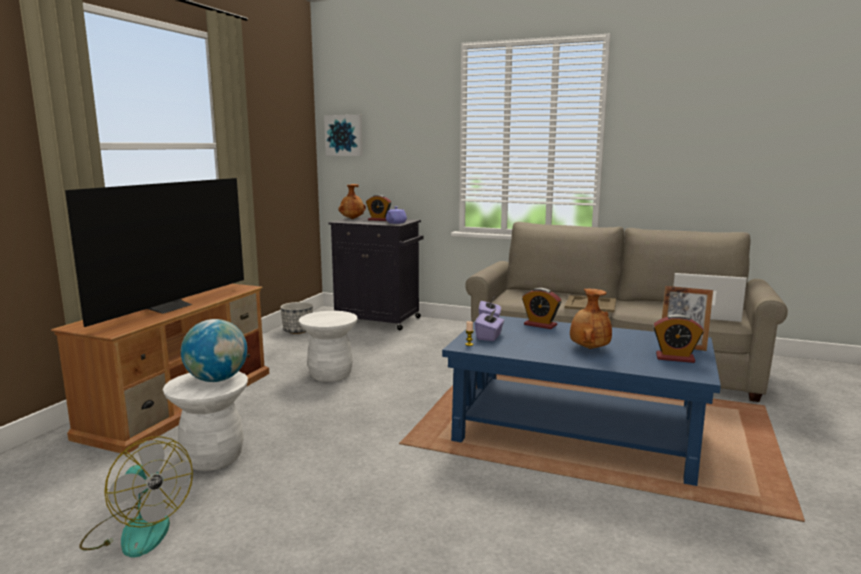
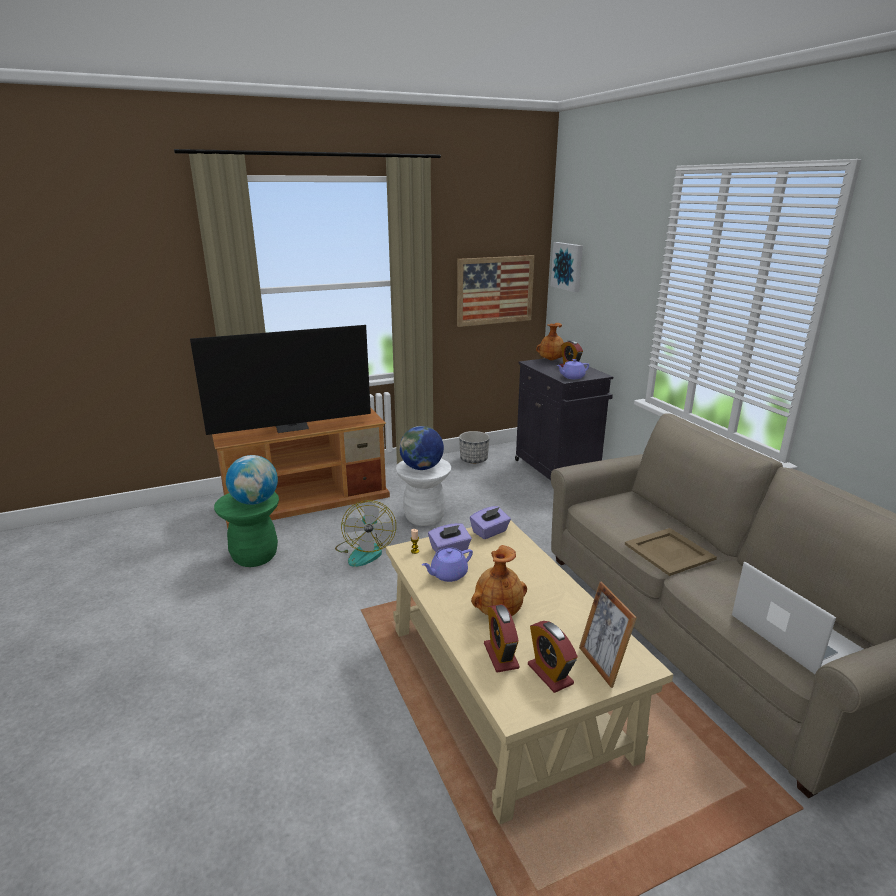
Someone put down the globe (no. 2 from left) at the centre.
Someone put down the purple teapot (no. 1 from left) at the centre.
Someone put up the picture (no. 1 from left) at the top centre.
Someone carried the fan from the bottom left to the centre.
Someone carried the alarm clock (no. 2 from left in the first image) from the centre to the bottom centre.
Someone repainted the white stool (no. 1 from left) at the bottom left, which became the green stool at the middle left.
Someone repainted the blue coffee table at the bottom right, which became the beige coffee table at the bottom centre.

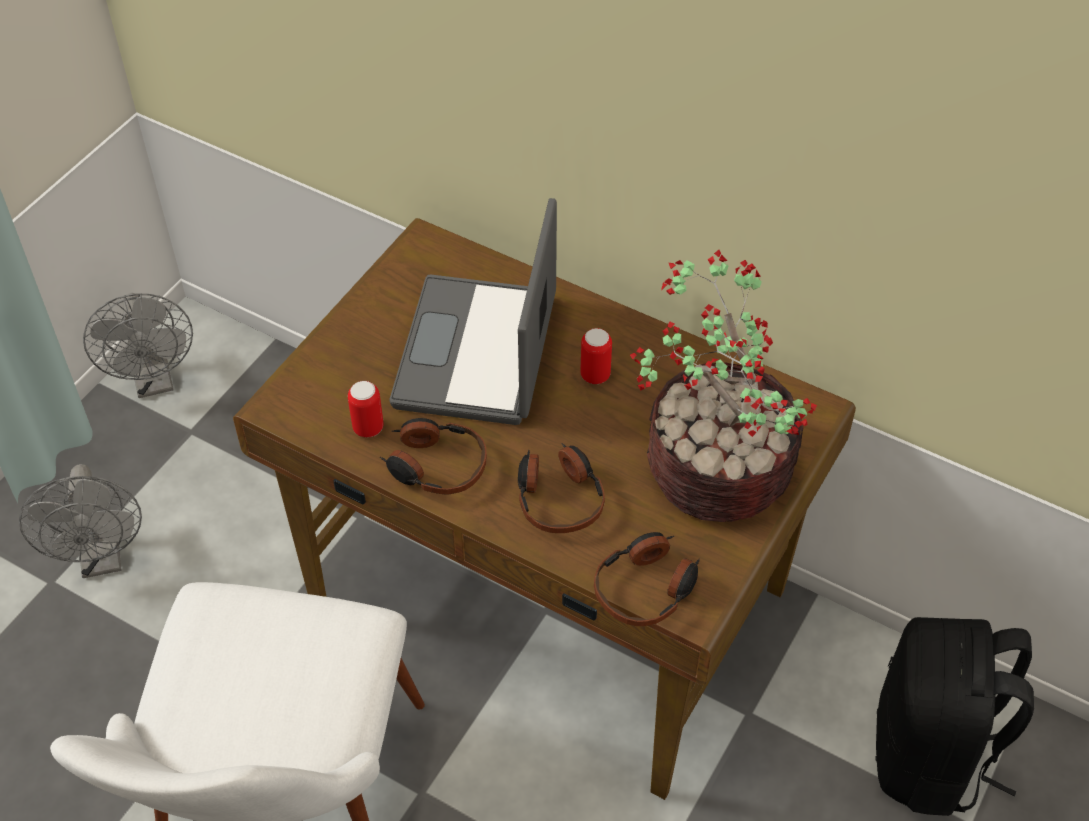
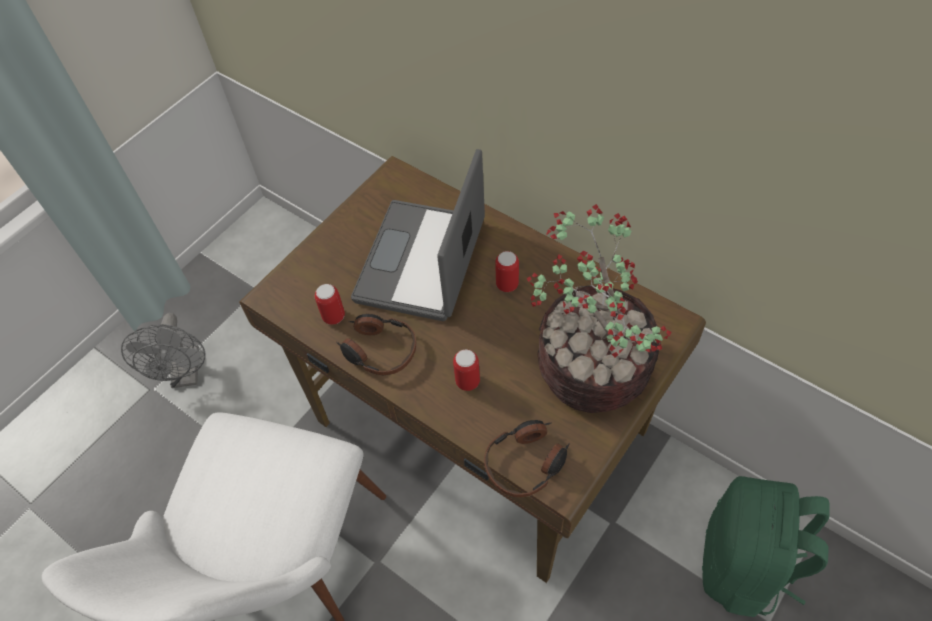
Someone took away the grey fan (no. 2 from left) at the middle left.
Someone swapped the headphones (no. 2 from left) at the centre for the can (no. 2 from left) at the centre.
Someone repainted the black backpack at the bottom right, which became the green backpack at the bottom right.

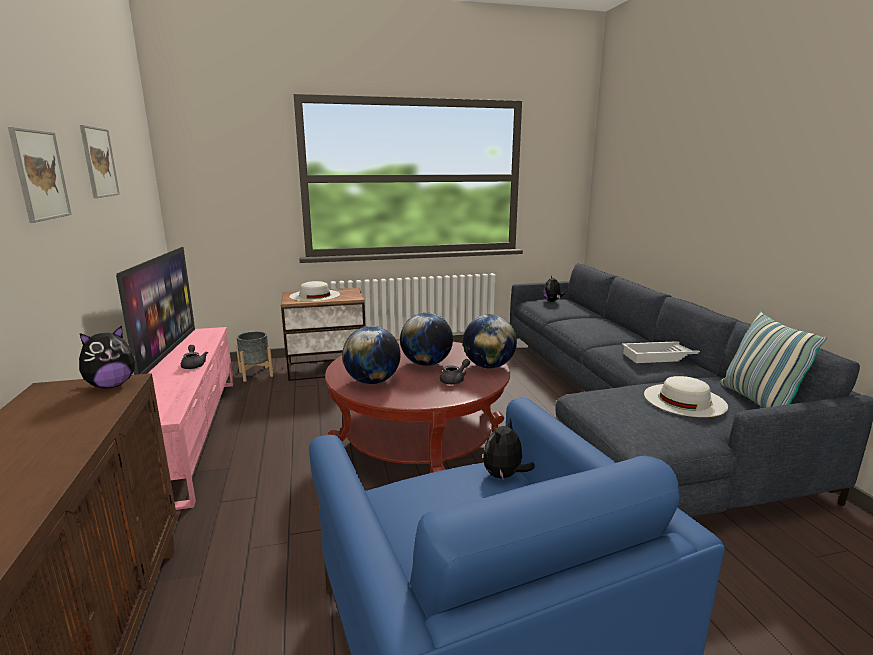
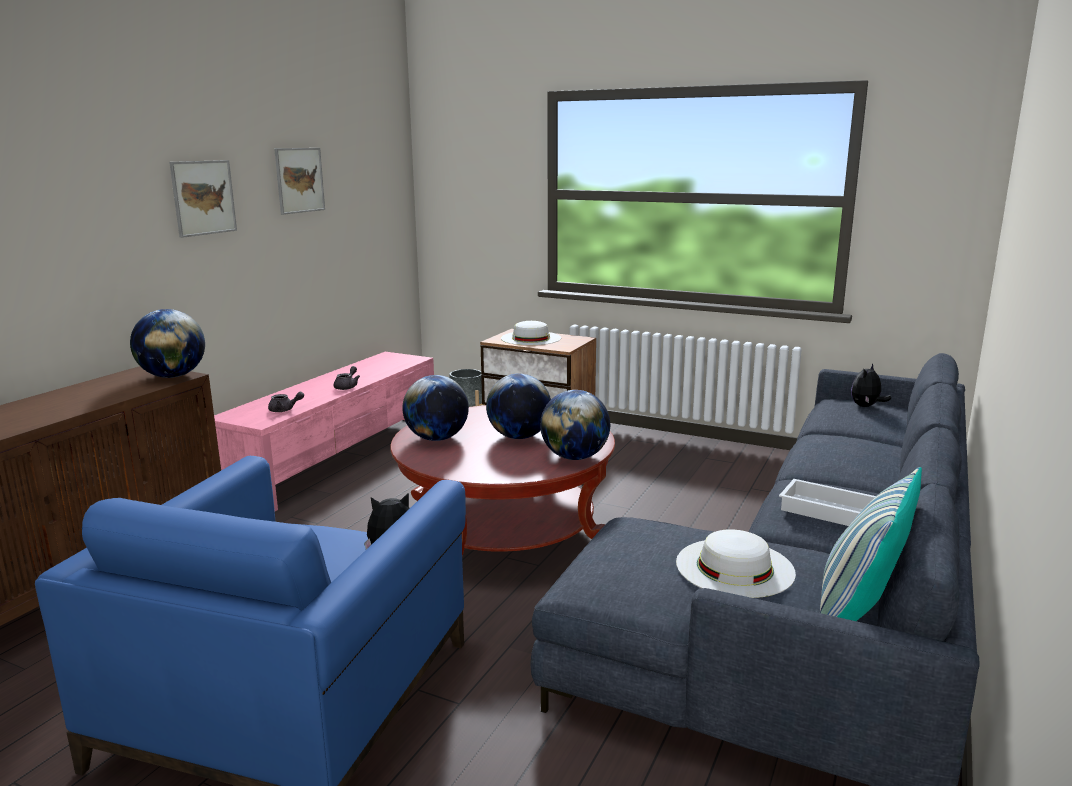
Someone took away the television at the middle left.
Someone carried the grey teapot (no. 2 from left in the first image) from the centre to the middle left.
Someone swapped the plush toy (no. 1 from left) at the middle left for the globe (no. 1 from left) at the middle left.

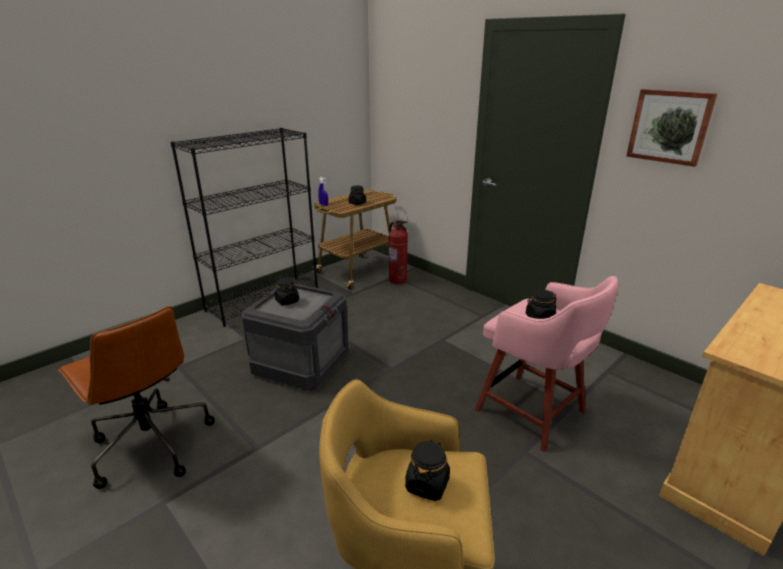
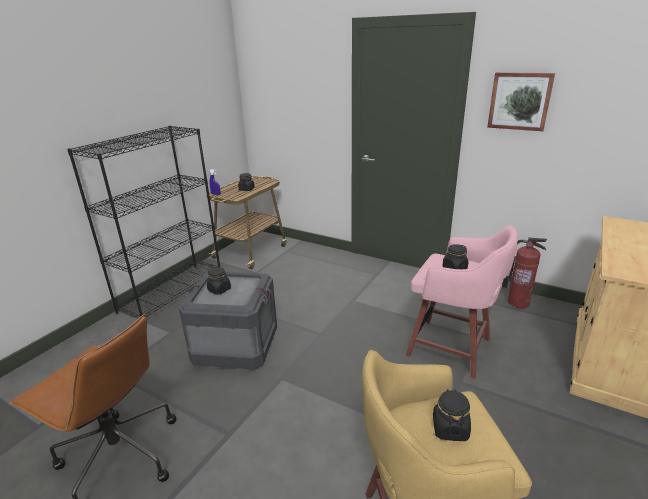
Someone carried the fire extinguisher from the centre to the middle right.

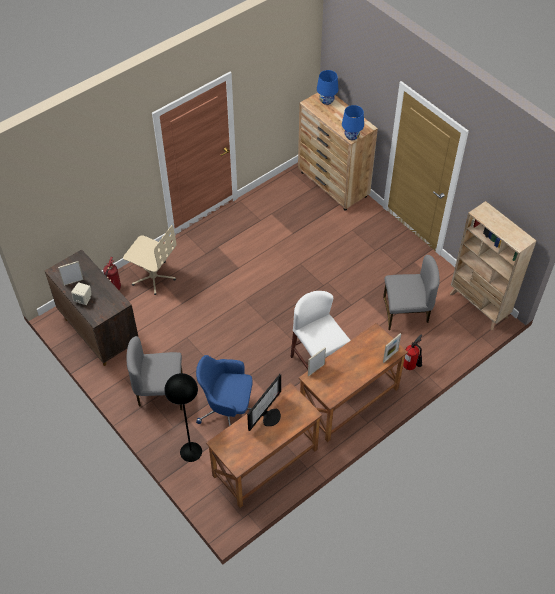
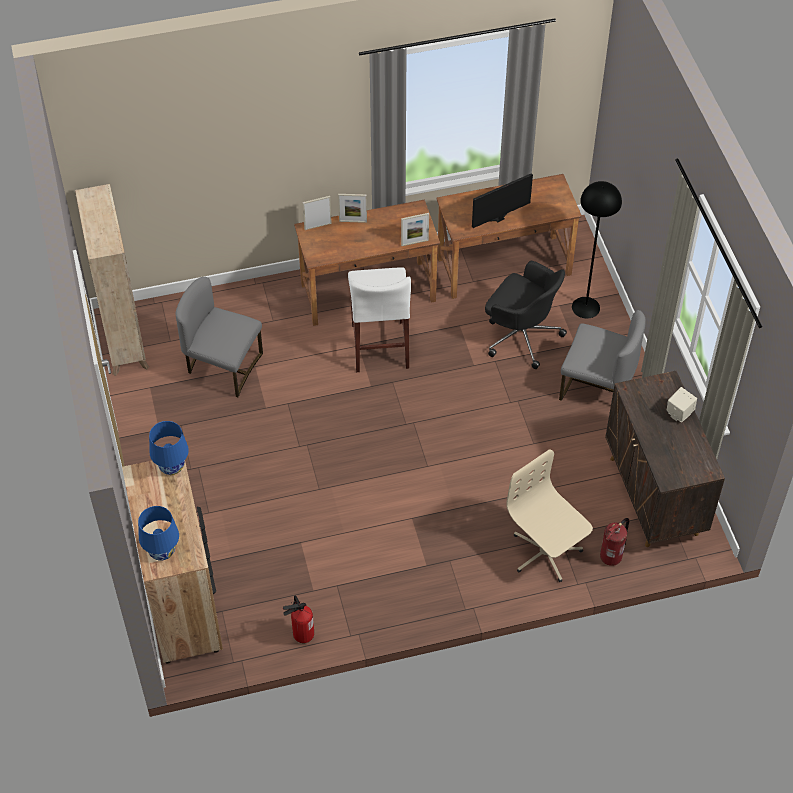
Someone carried the picture frame (no. 1 from left in the first image) from the middle left to the top centre.
Someone carried the fire extinguisher (no. 2 from left in the first image) from the middle right to the bottom centre.
Someone repainted the blue office chair at the centre, which became the black office chair at the centre.

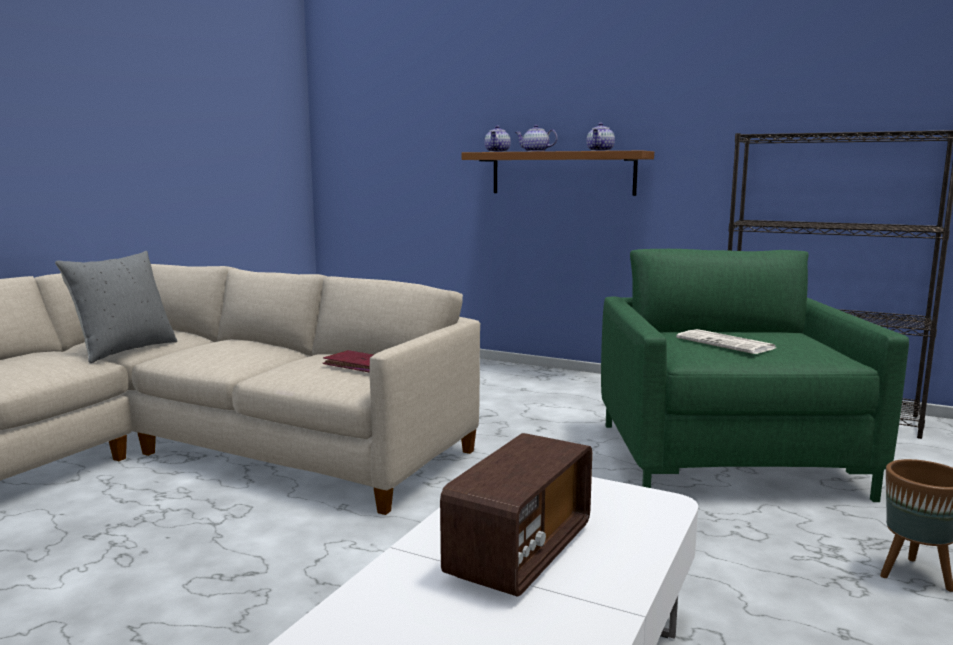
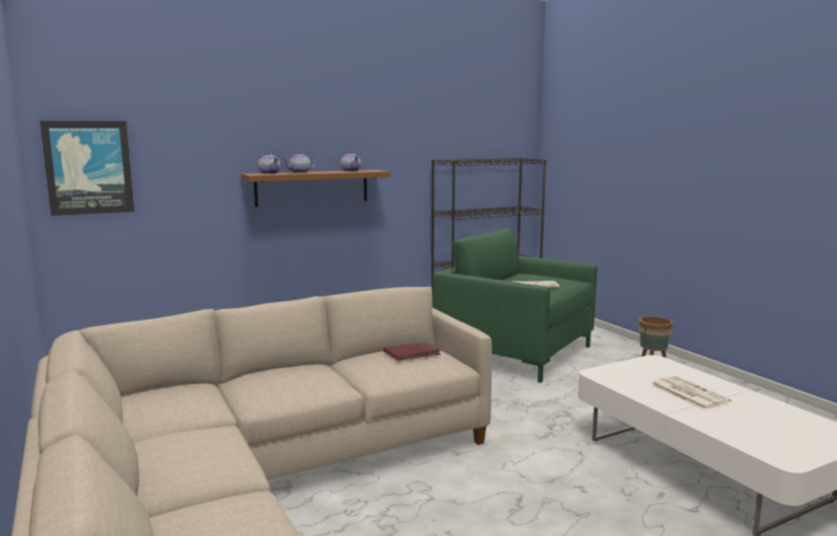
Someone took away the grey pillow at the middle left.
Someone put up the picture at the top left.
Someone swapped the radio at the bottom centre for the newspaper (no. 2 from left) at the bottom right.

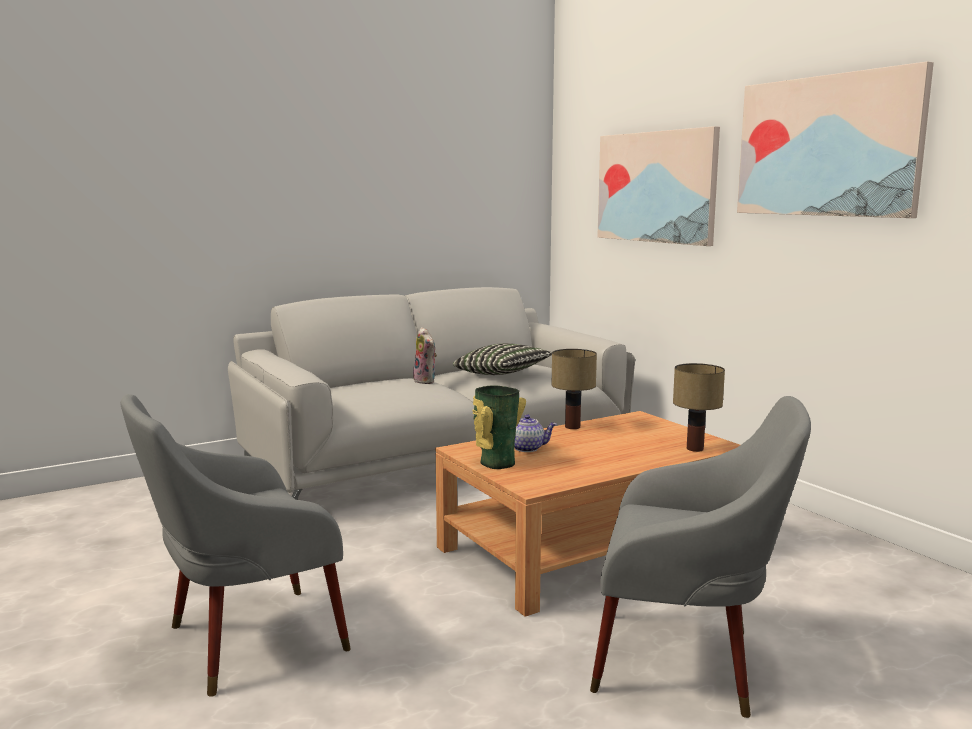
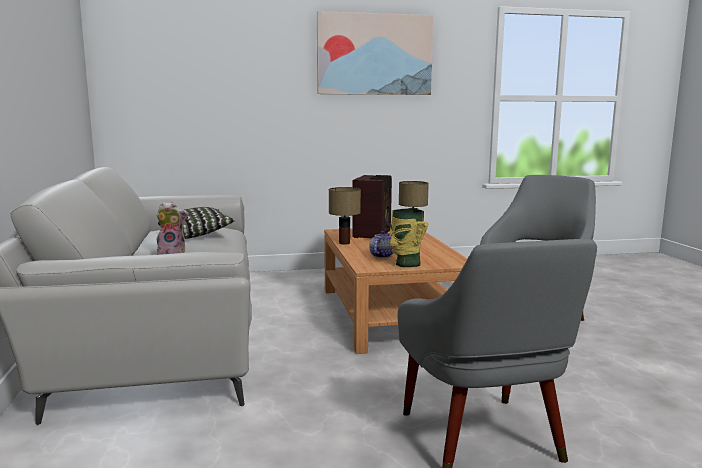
Someone took away the picture (no. 1 from left) at the top right.
Someone put down the radio at the centre.

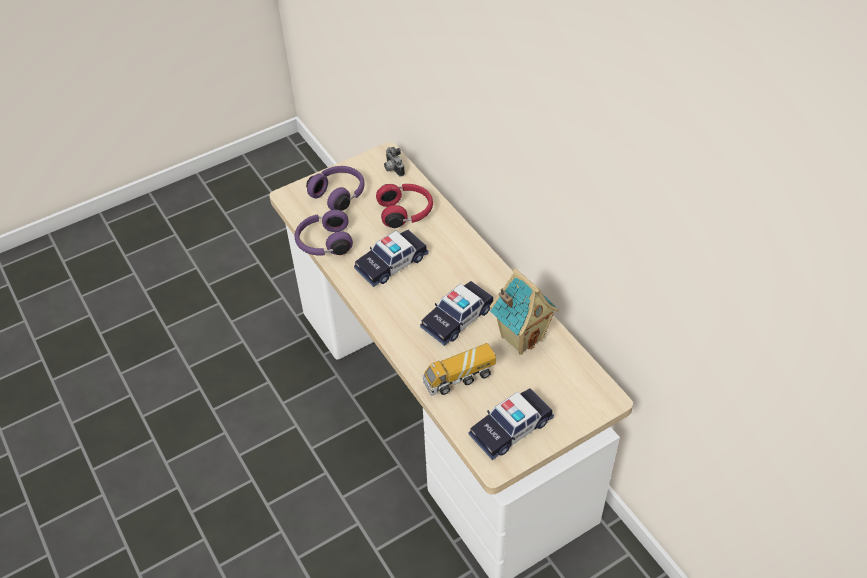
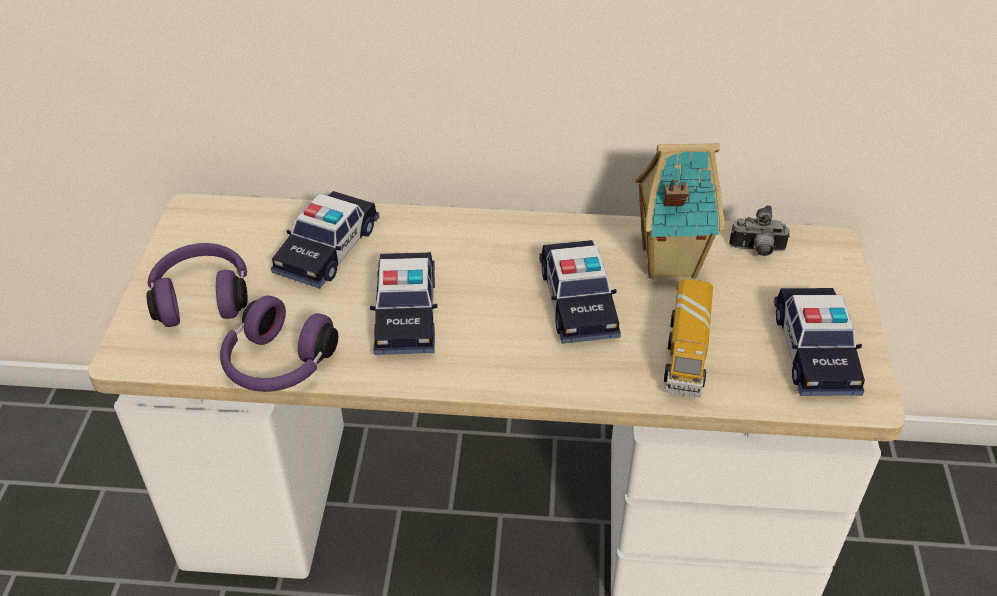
Someone carried the photo camera from the top centre to the middle right.
Someone swapped the red headphones at the centre for the toy car (no. 1 from left) at the middle left.

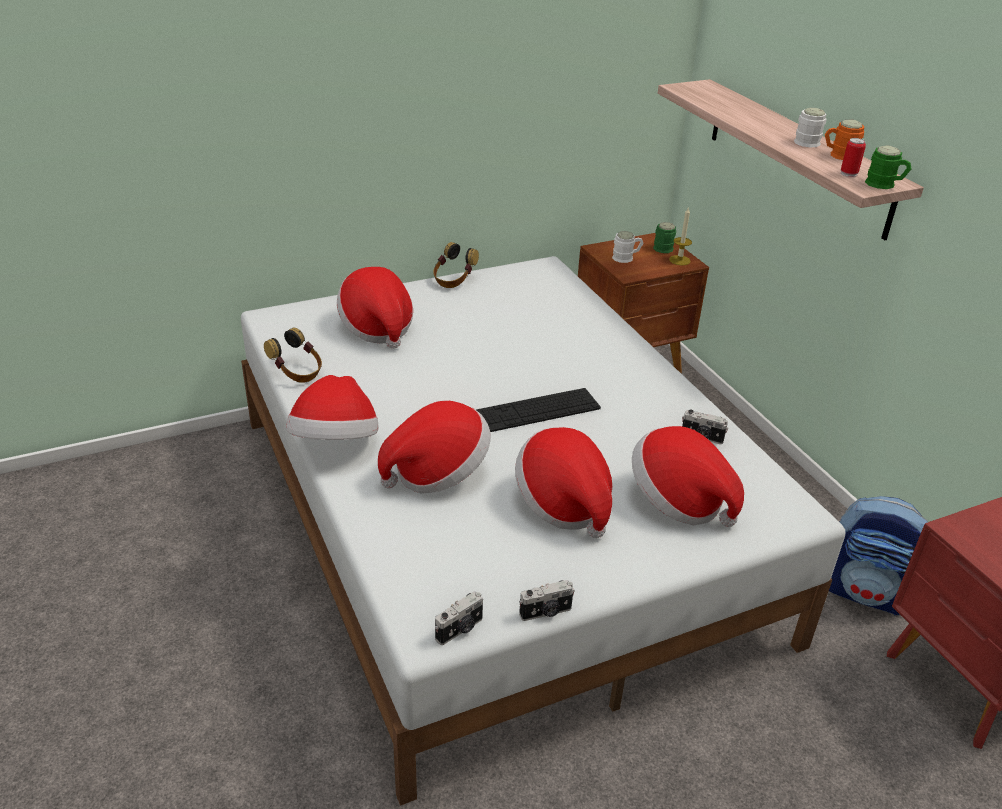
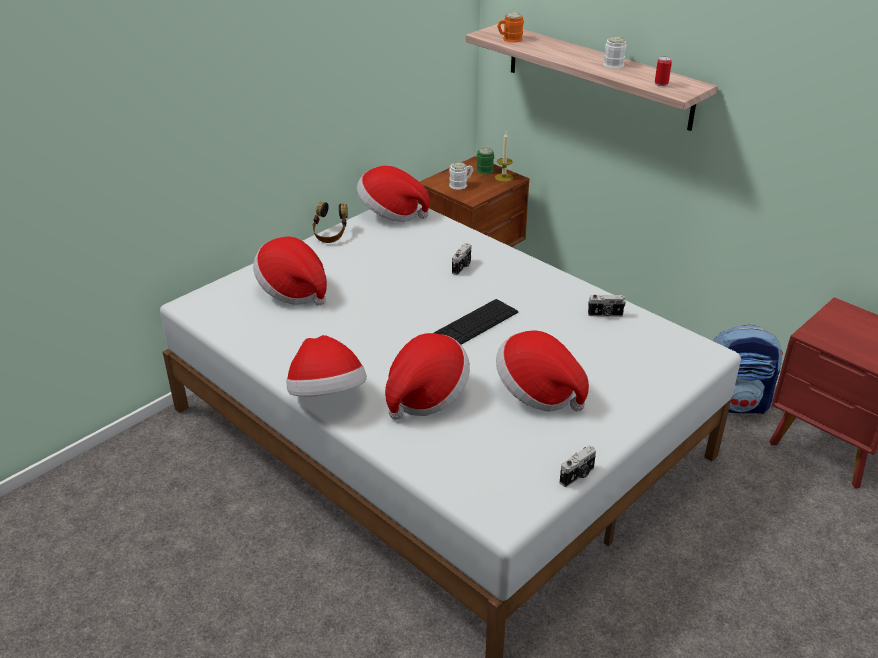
Someone took away the headphones (no. 1 from left) at the middle left.
Someone took away the green mug (no. 2 from left) at the top right.
Someone carried the photo camera (no. 1 from left) from the bottom centre to the centre.
Someone carried the hat (no. 5 from left in the first image) from the middle right to the top centre.
Someone carried the orange mug from the top right to the top centre.

